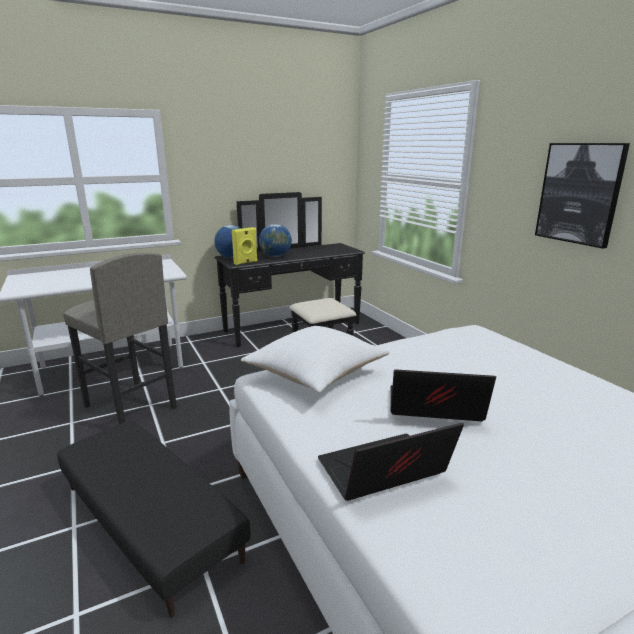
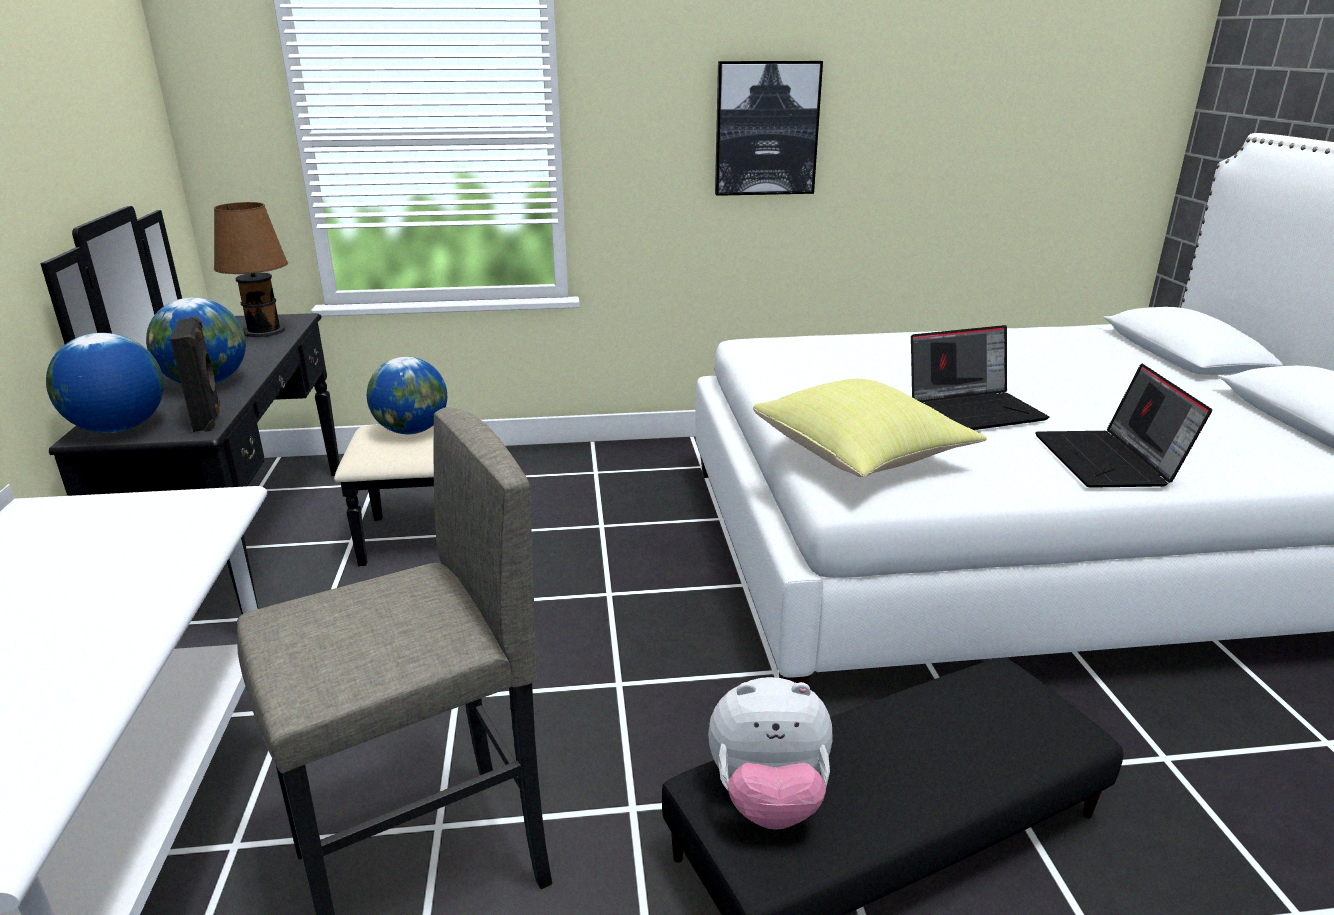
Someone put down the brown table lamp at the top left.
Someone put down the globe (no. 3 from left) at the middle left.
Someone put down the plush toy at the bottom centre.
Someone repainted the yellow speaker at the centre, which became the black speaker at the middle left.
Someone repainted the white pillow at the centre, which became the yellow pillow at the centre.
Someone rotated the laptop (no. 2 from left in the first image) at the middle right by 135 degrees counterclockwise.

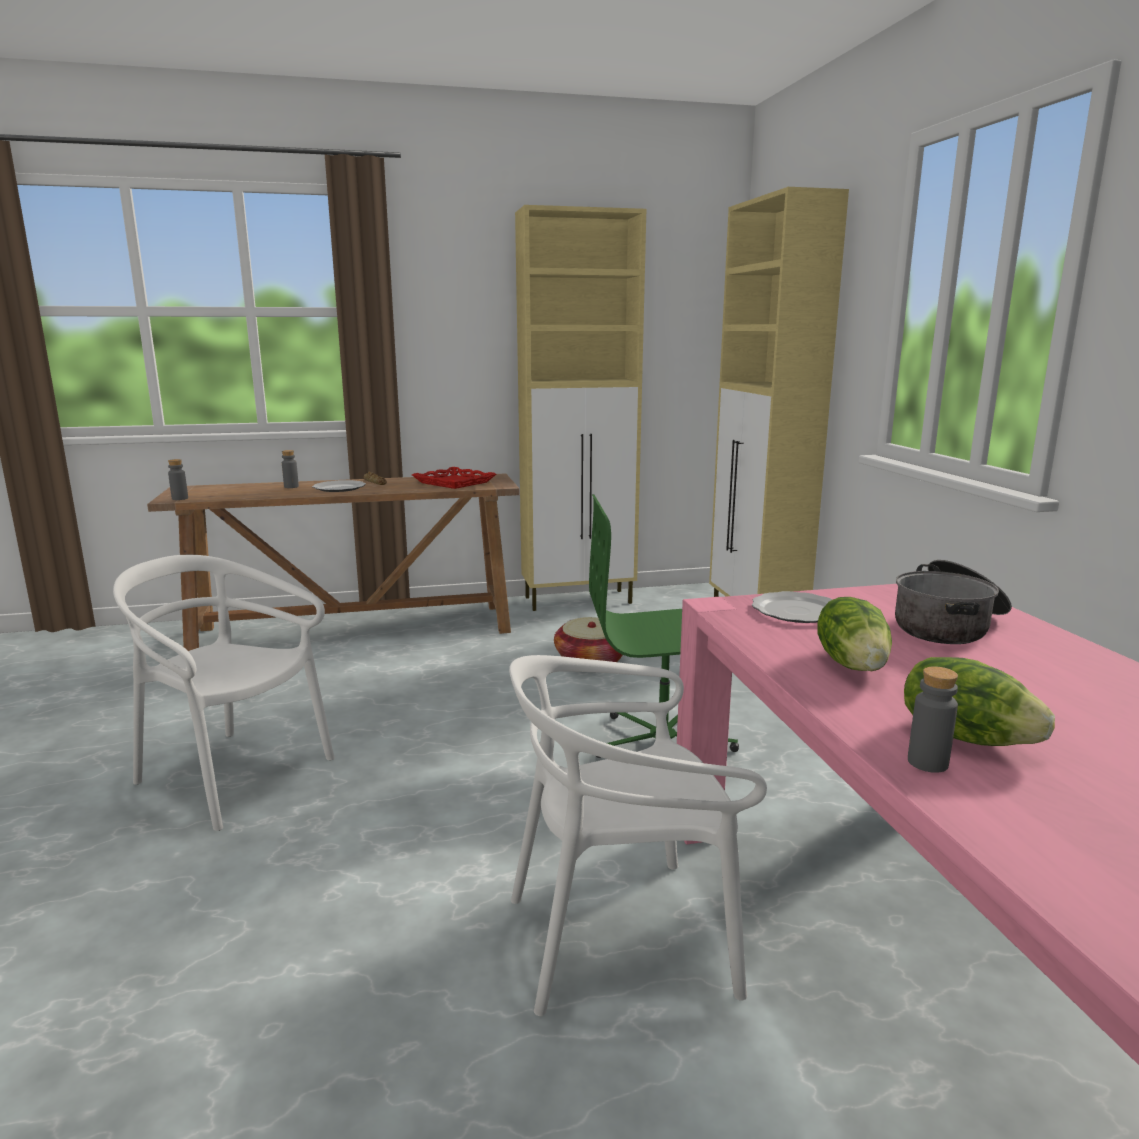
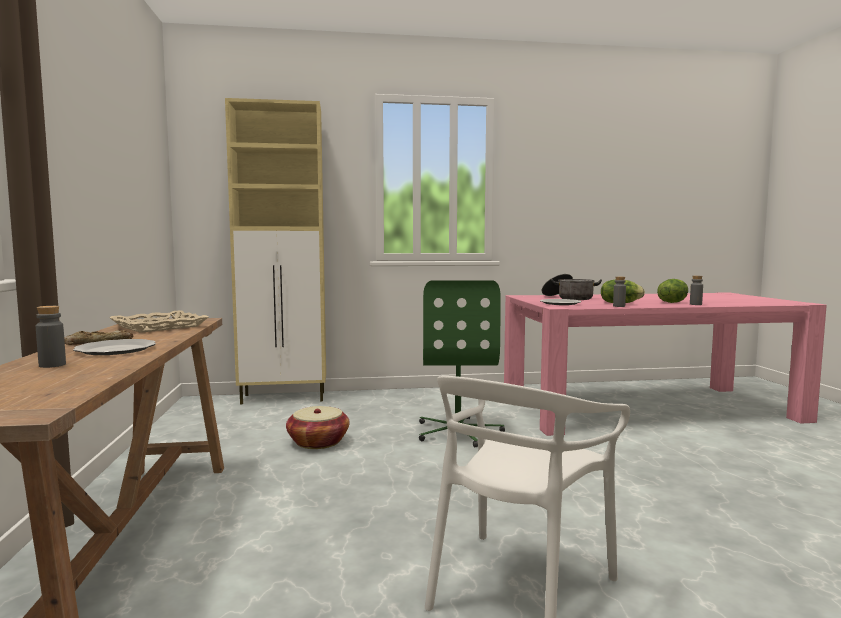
Someone took away the white chair (no. 2 from left) at the bottom centre.
Someone took away the beige cabinet (no. 1 from left) at the centre.
Someone carried the grey bottle (no. 1 from left in the first image) from the middle left to the middle right.
Someone repainted the red tray at the centre, which became the beige tray at the middle left.

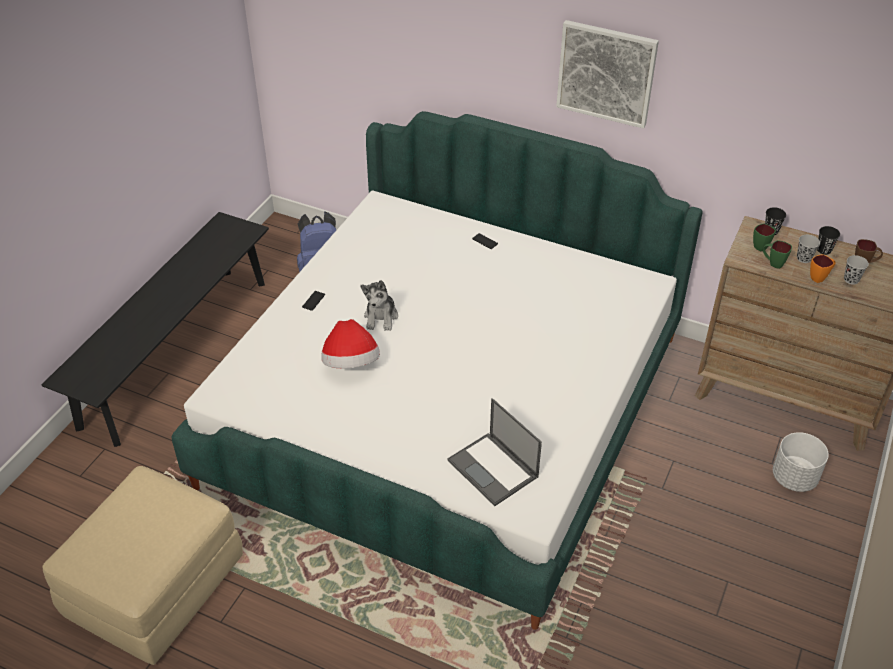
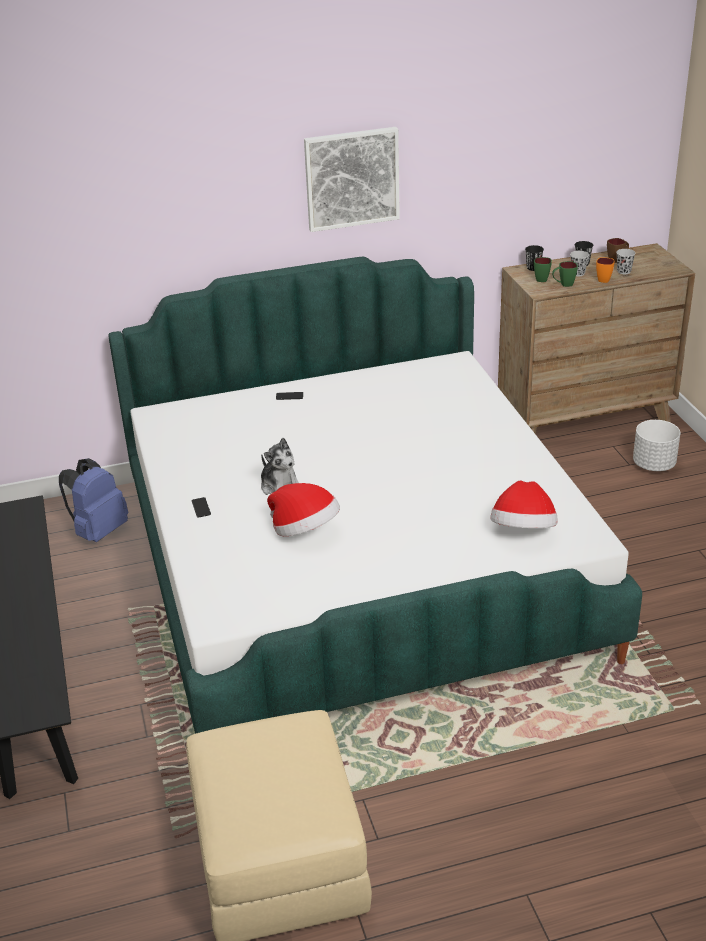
Someone swapped the laptop at the bottom centre for the hat (no. 2 from left) at the middle right.

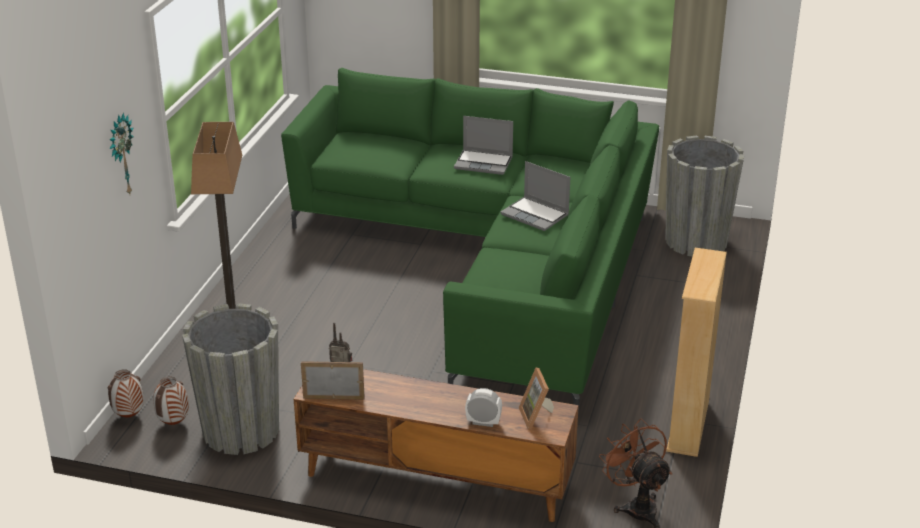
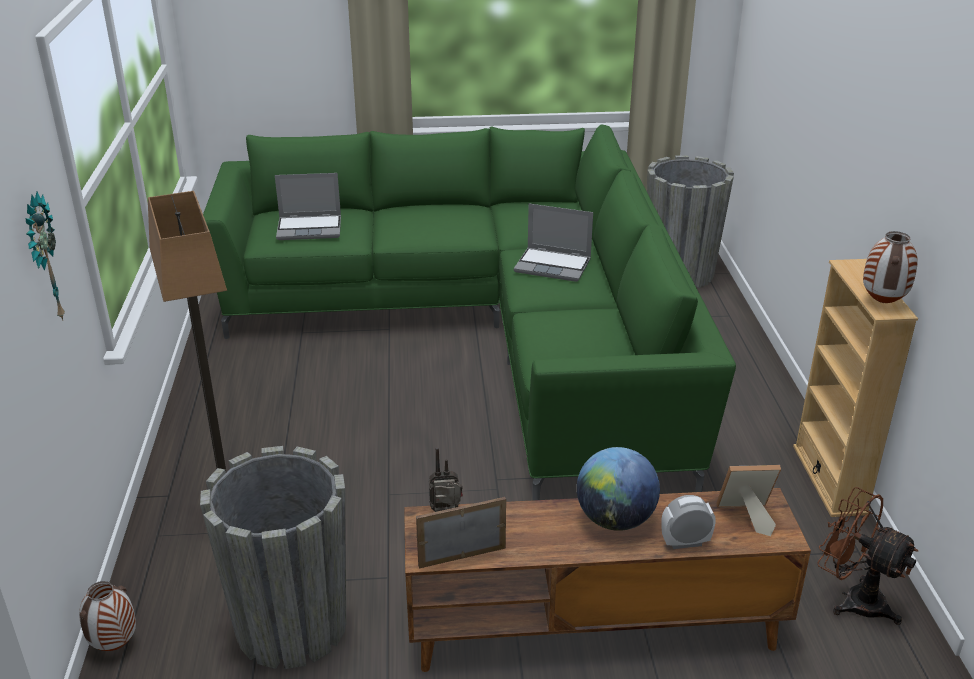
Someone put down the globe at the bottom centre.
Someone carried the vase (no. 2 from left) from the bottom left to the middle right.
Someone carried the laptop (no. 1 from left) from the top centre to the top left.
Someone rotated the picture frame (no. 2 from left) at the bottom centre by 120 degrees clockwise.

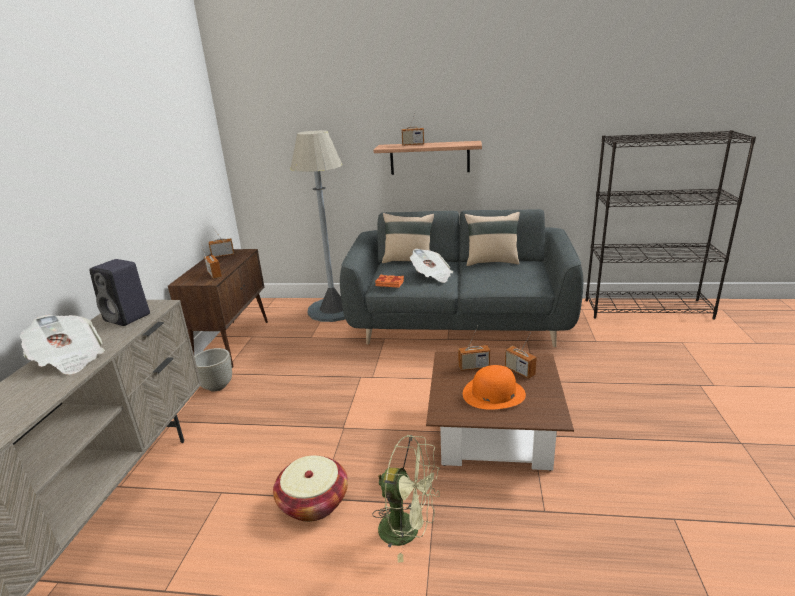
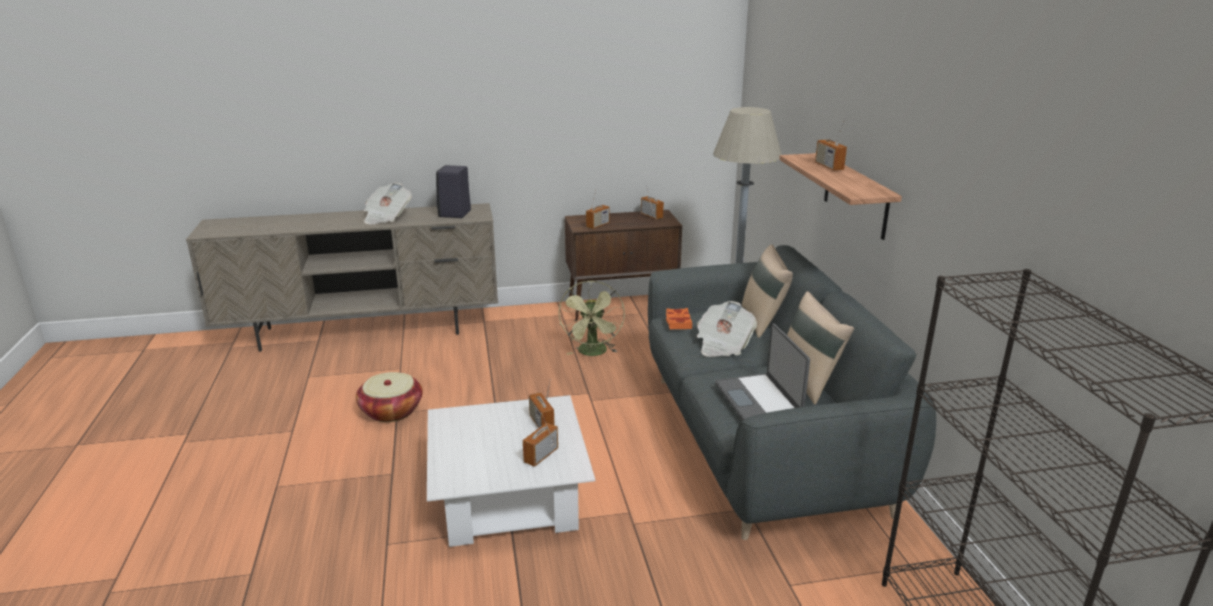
Someone took away the grey planter at the middle left.
Someone took away the orange hat at the centre.
Someone put down the laptop at the centre.
Someone carried the green fan from the bottom centre to the centre.
Someone repainted the brown coffee table at the bottom centre, which became the white coffee table at the bottom centre.

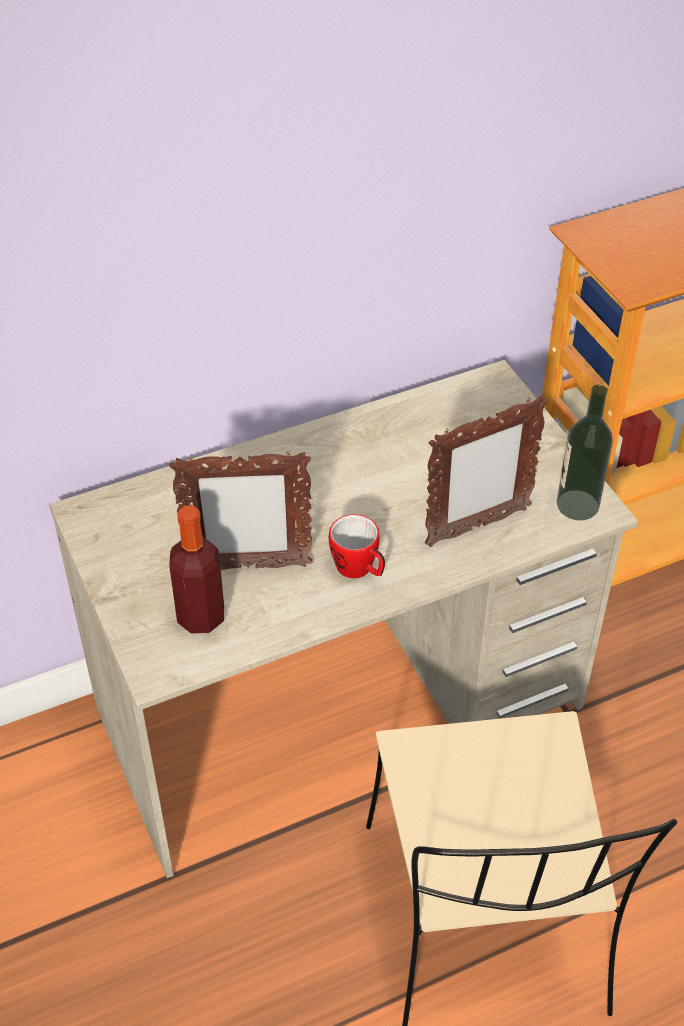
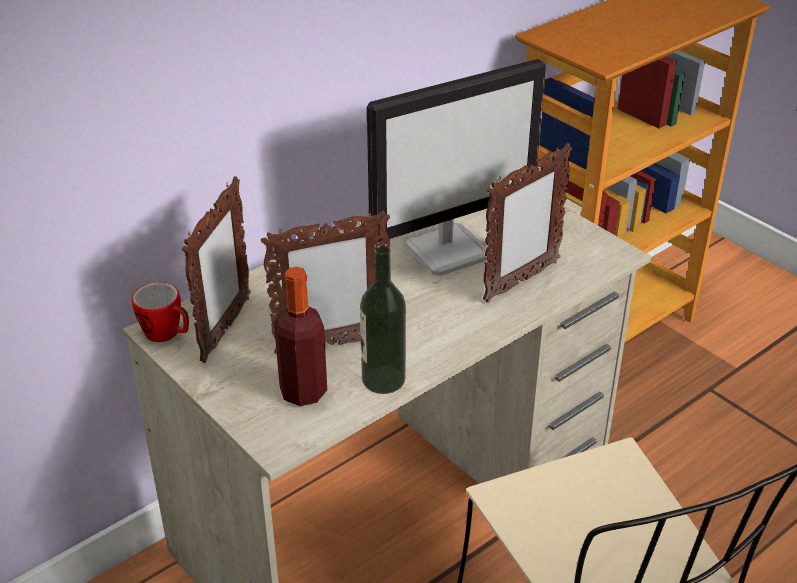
Someone put down the picture frame (no. 1 from left) at the middle left.
Someone put down the monitor at the top centre.
Someone carried the mug from the centre to the middle left.
Someone carried the bottle (no. 2 from left) from the middle right to the centre.

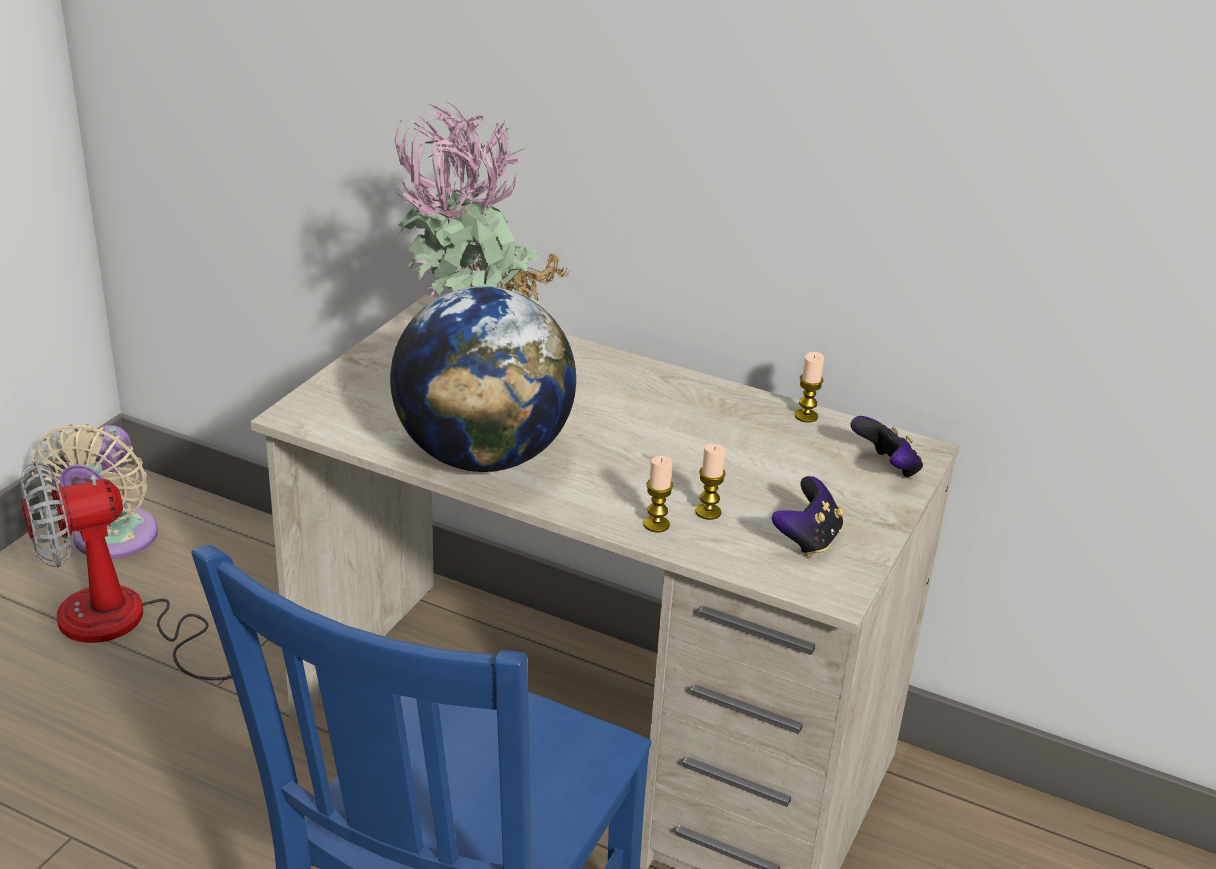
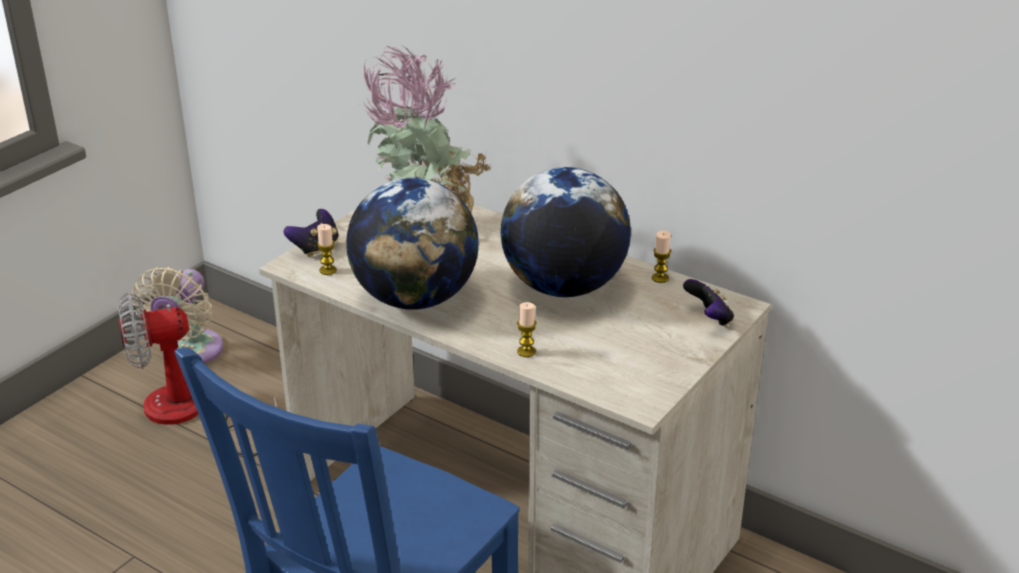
Someone put down the globe (no. 2 from left) at the centre.
Someone carried the candle (no. 2 from left in the first image) from the centre to the middle left.
Someone carried the game controller (no. 1 from left) from the centre to the middle left.

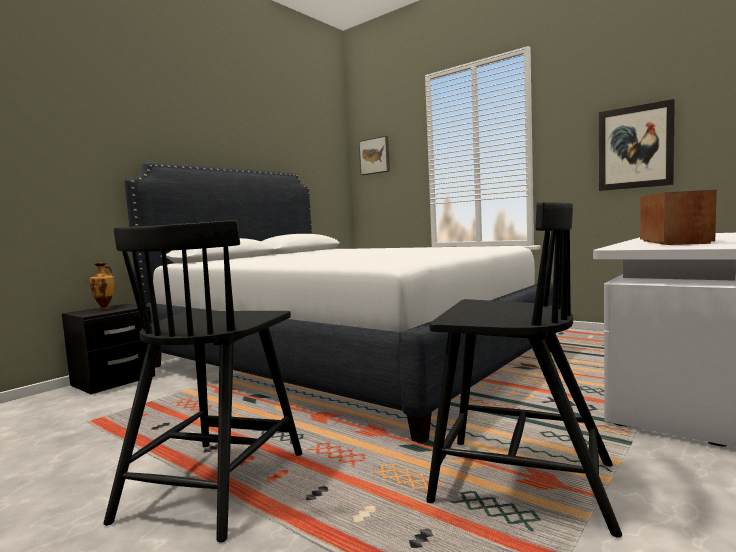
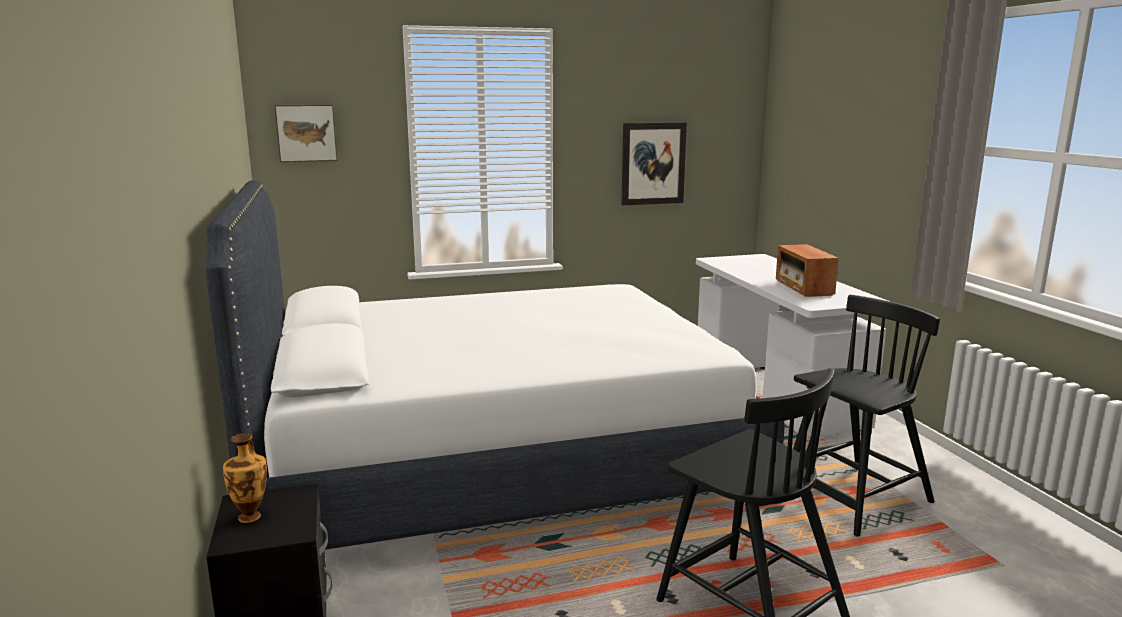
Someone rotated the radio at the middle right by 150 degrees counterclockwise.

